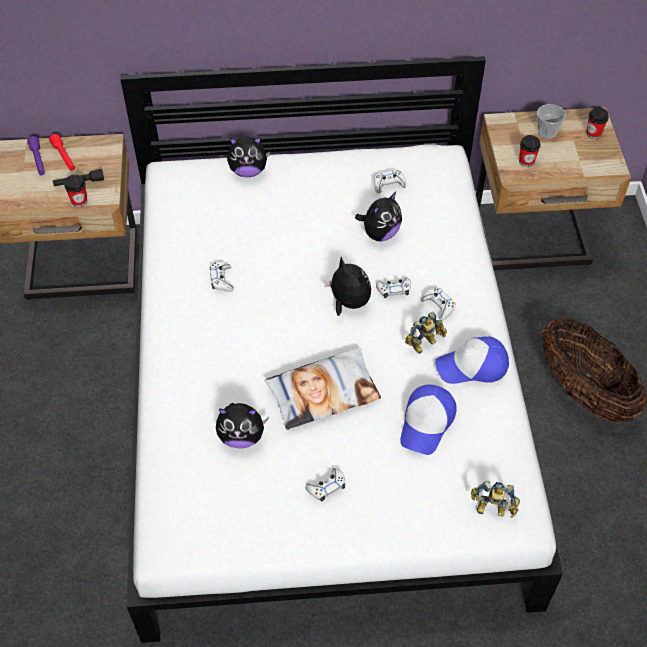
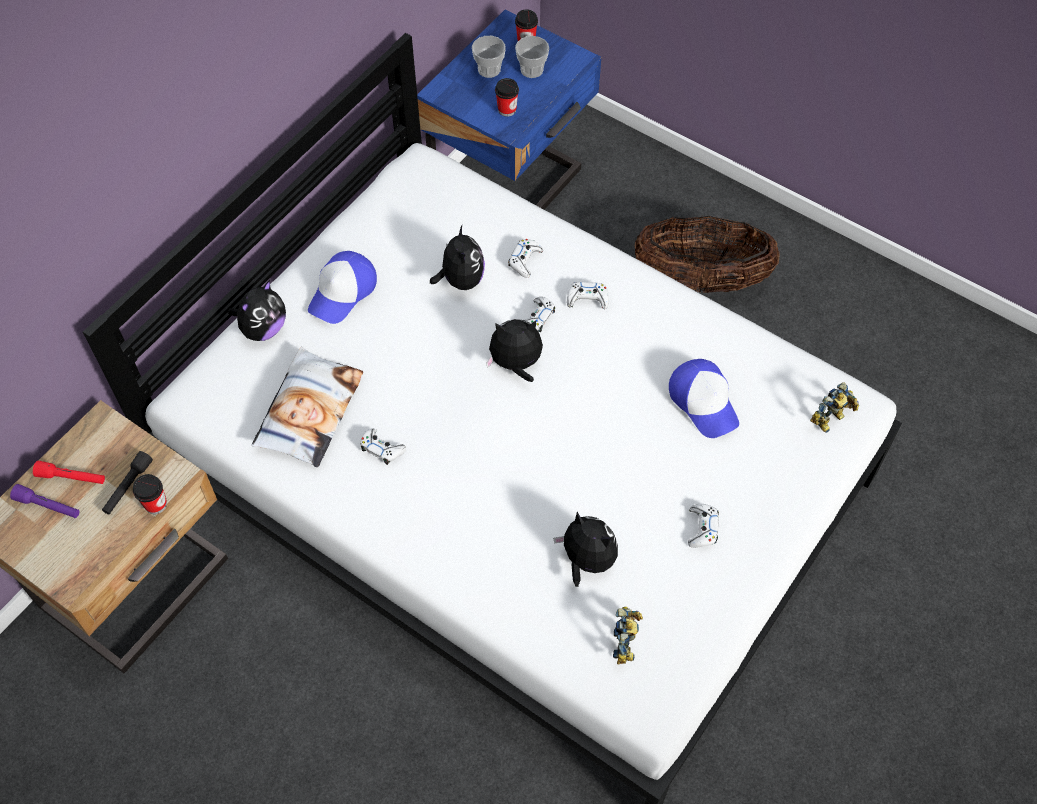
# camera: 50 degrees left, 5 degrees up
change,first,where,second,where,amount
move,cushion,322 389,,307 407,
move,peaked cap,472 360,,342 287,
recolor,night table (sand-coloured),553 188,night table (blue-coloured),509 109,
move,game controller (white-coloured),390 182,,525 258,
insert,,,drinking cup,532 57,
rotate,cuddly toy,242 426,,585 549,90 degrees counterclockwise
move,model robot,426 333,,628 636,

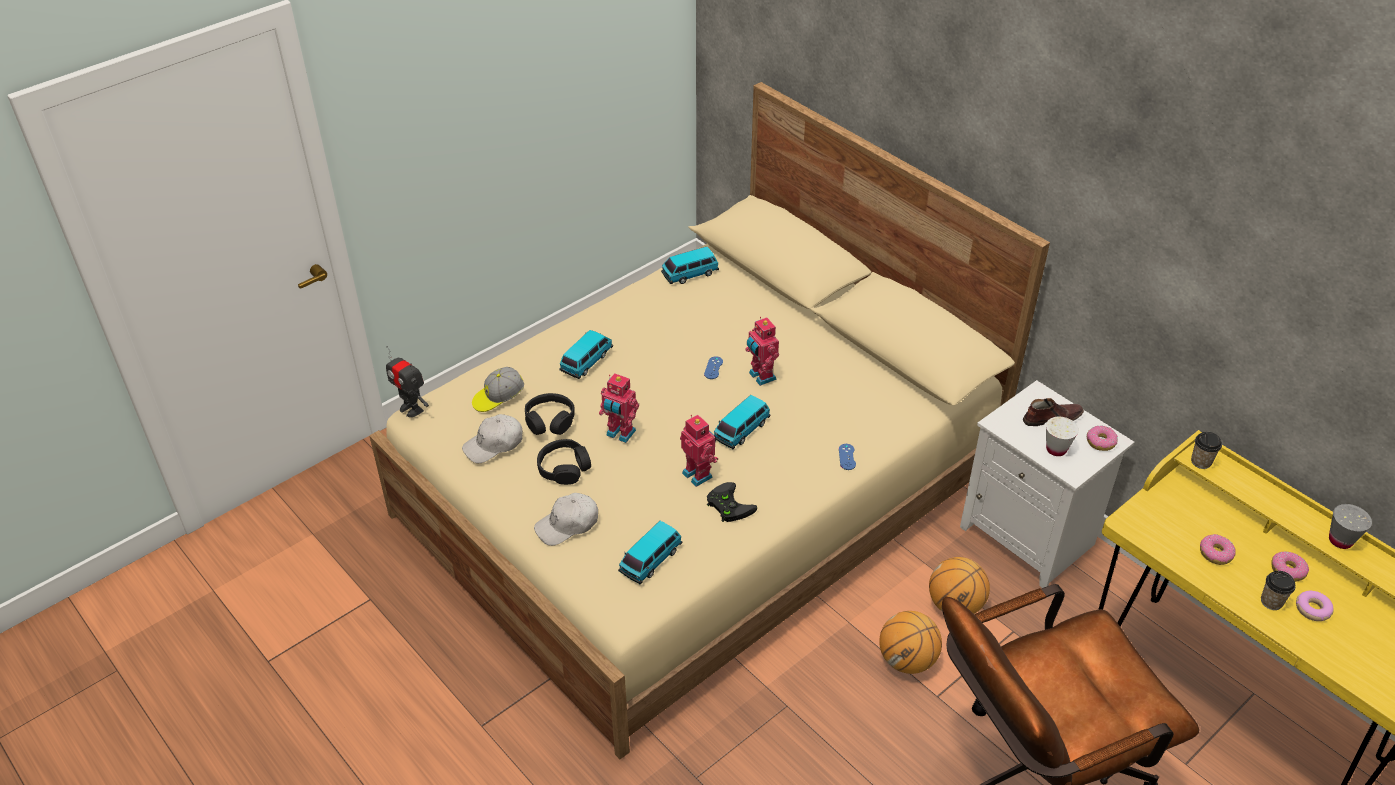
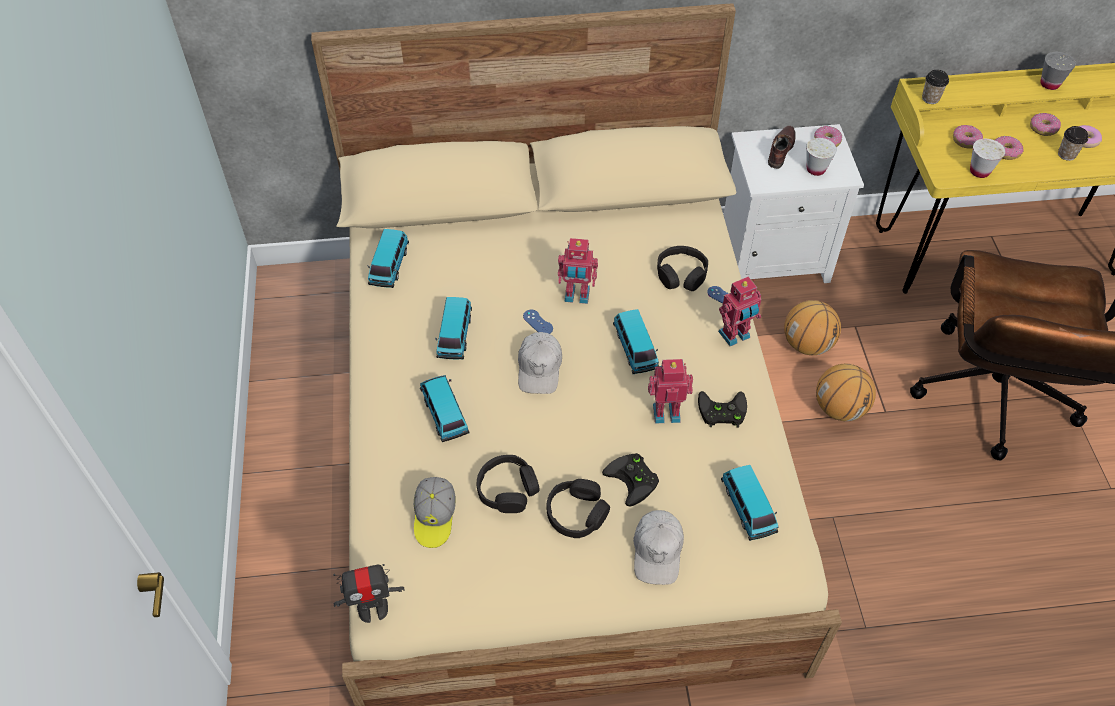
# camera: 55 degrees left, 10 degrees up
change,first,where,second,where,amount
insert,,,miniature car,453 328,
move,peaked cap (white-coloured),492 438,,540 363,
insert,,,game controller (blackish),630 479,
insert,,,pair of headphones (blackish),682 268,
move,model robot,619 408,,739 311,
insert,,,ring doughnut,968 137,
insert,,,drinking cup (white-coloured),987 158,

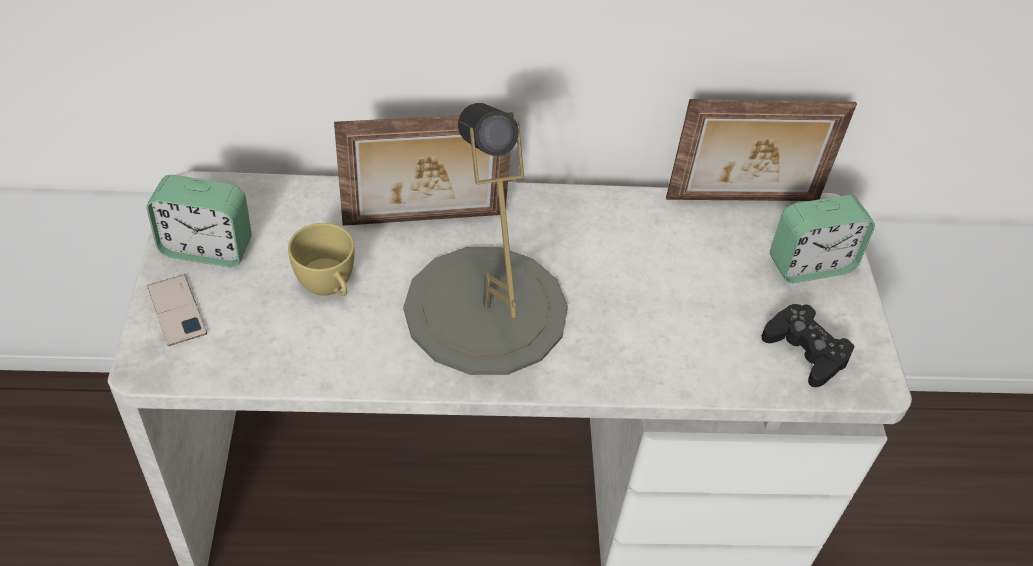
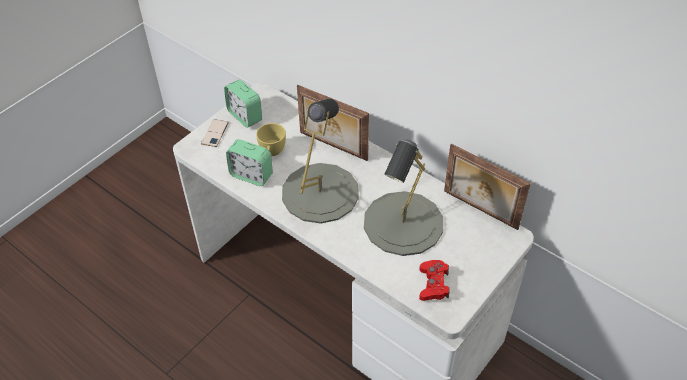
# camera: 45 degrees right, 0 degrees up
change,first,where,second,where,amount
move,table clock,822 239,,249 162,
insert,,,table lamp (greyish),403 197,
recolor,game controller (blackish),808 345,game controller (red),434 280,

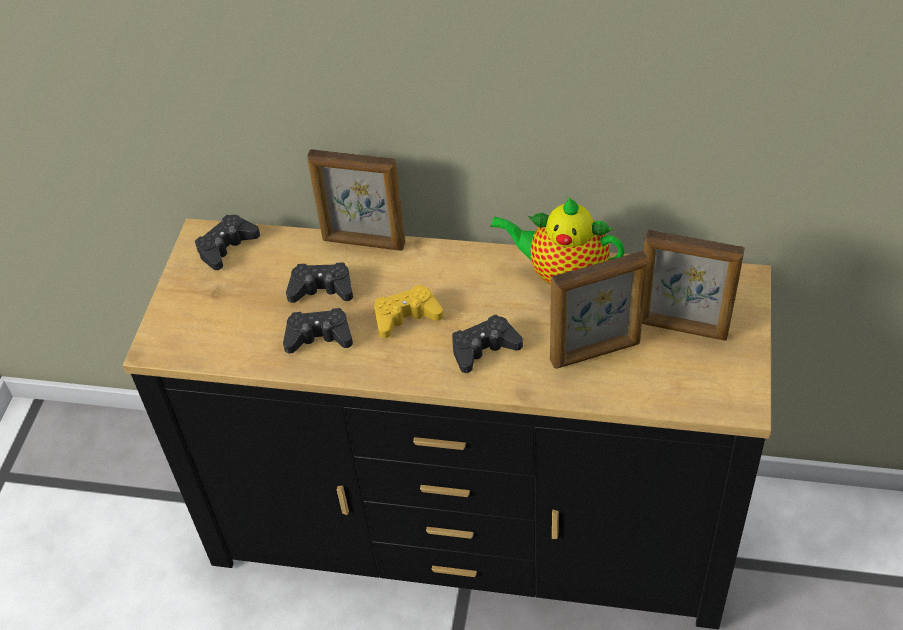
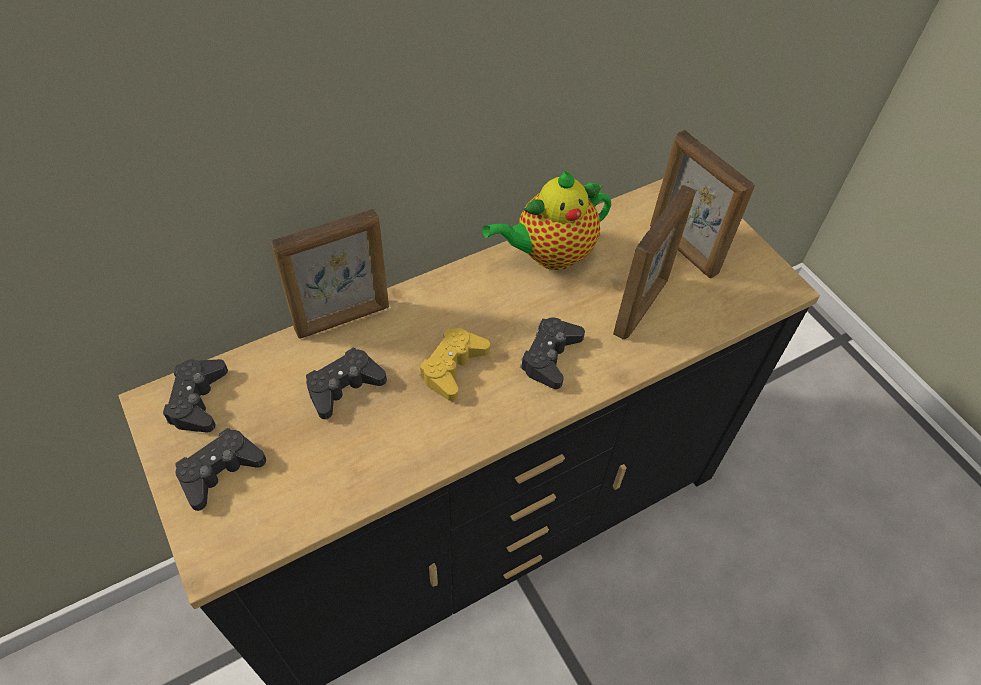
# camera: 45 degrees left, 5 degrees up
change,first,where,second,where,amount
move,game controller (blackish),318 331,,220 469,
rotate,photo frame,693 285,,702 204,75 degrees clockwise

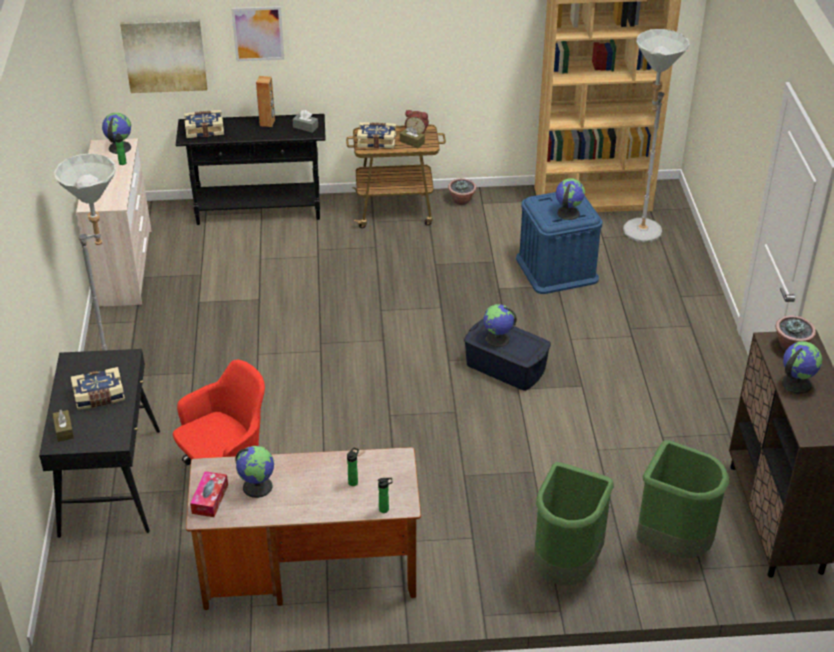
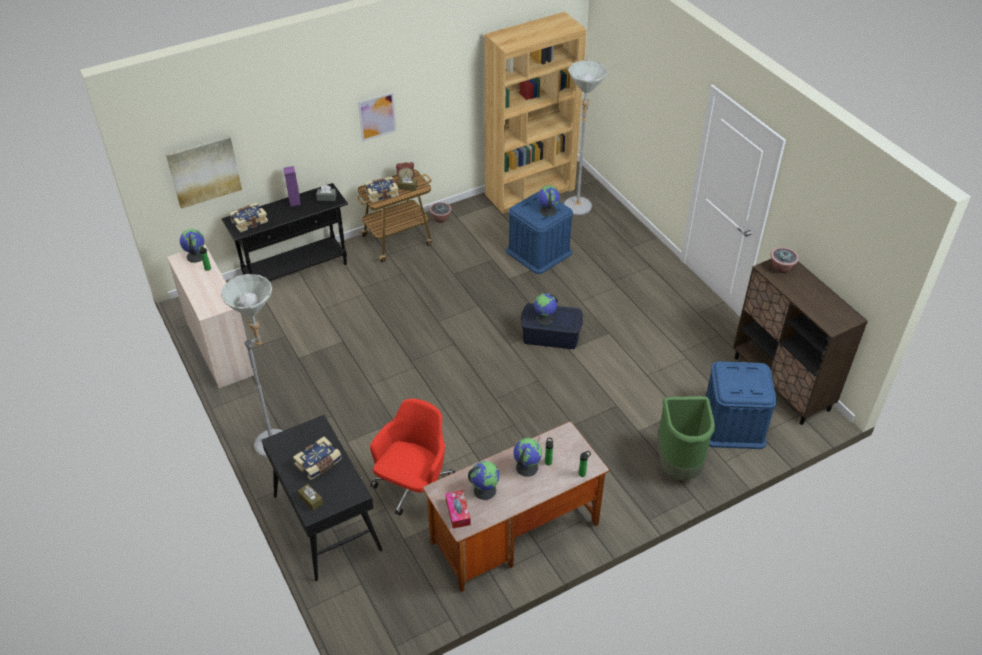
# camera: 25 degrees left, 5 degrees up
change,first,where,second,where,amount
recolor,audio speaker (brown),265 101,audio speaker (purple-coloured),292 186,
move,wall art,257 33,,377 117,
move,desk globe,802 367,,527 457,
replace,waste bin (greenish),683 499,storage bin (blue-coloured),741 405,

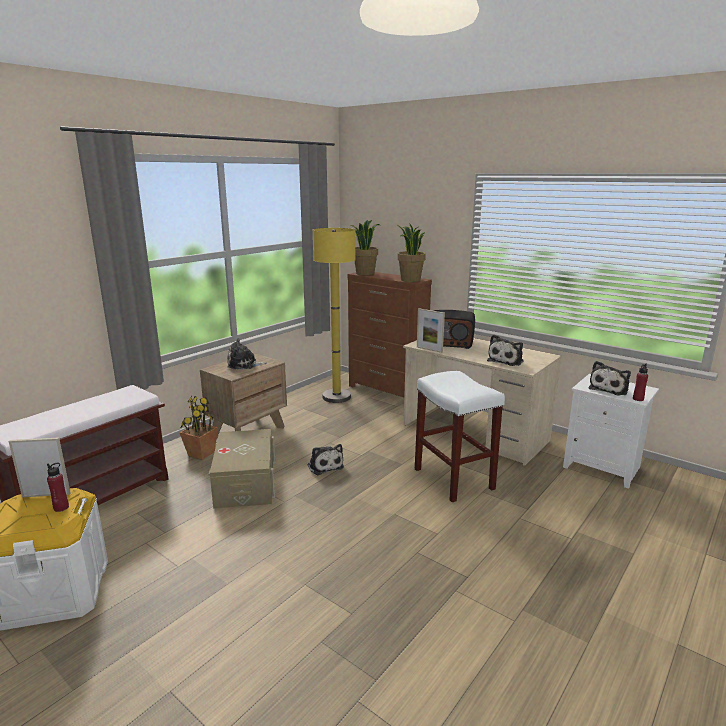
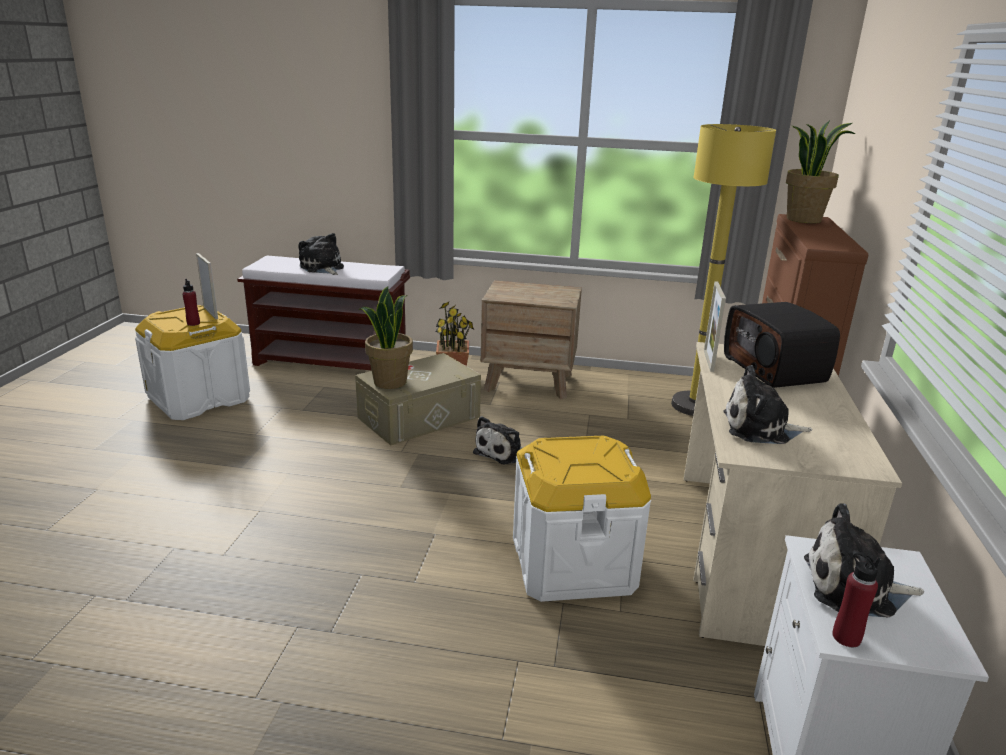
# camera: 60 degrees right, 5 degrees up
change,first,where,second,where,amount
move,cuddly toy,247 353,,321 254,
move,potted plant,411 252,,386 337,
replace,stool seat (white-coloured),460 436,storage bin (white-coloured),582 519,

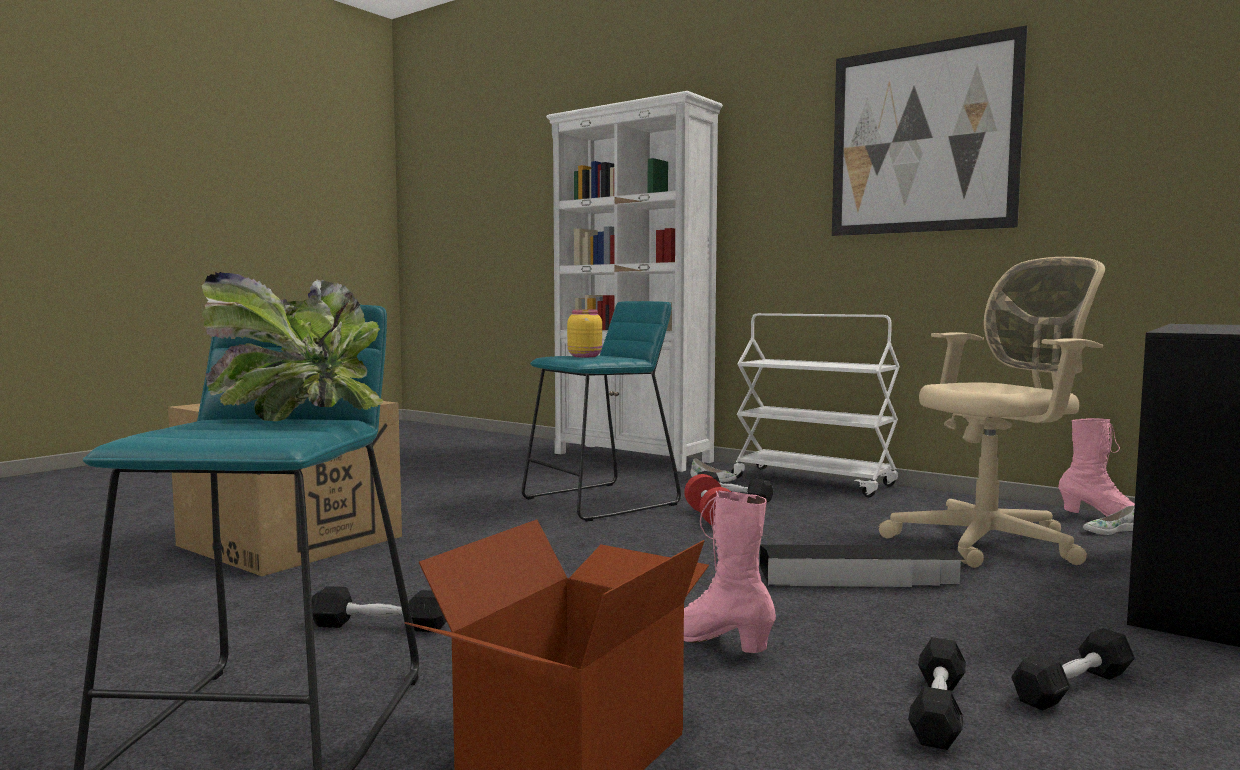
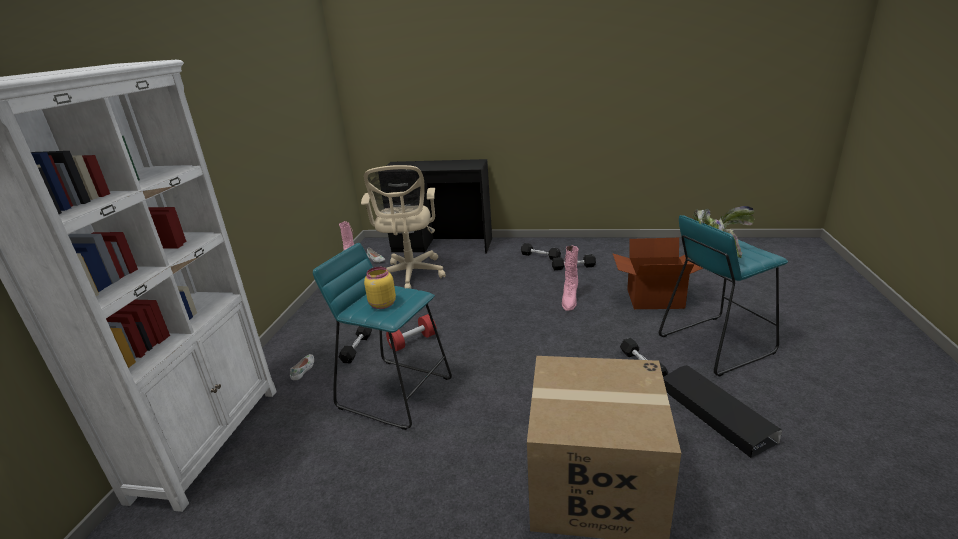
# camera: 115 degrees left, 20 degrees up
change,first,where,second,where,amount
rotate,office chair (sand-coloured),992 412,,403 227,135 degrees counterclockwise
move,storage bin (blackish),862 566,,722 411,
delete,cart (white-coloured),815 405,,,
delete,wall art,929 130,,,

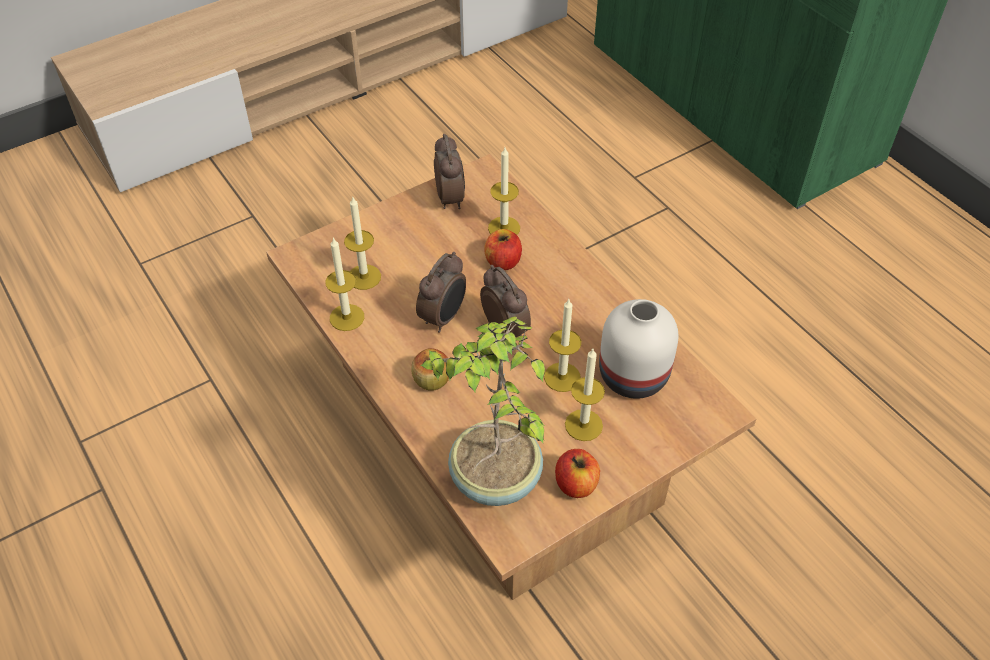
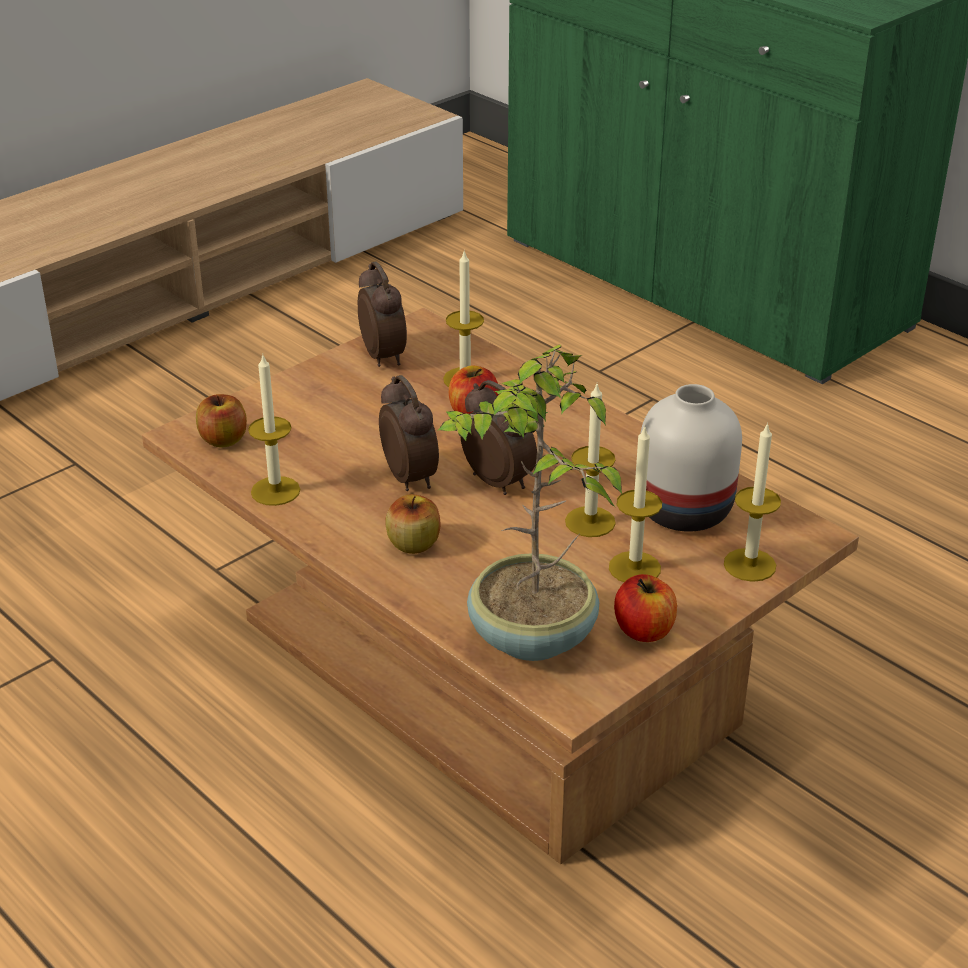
# camera: 10 degrees left, 15 degrees down
change,first,where,second,where,amount
insert,,,whole apple,221 420,
rotate,table clock,441 292,,409 433,45 degrees counterclockwise
move,candle,362 243,,752 502,

